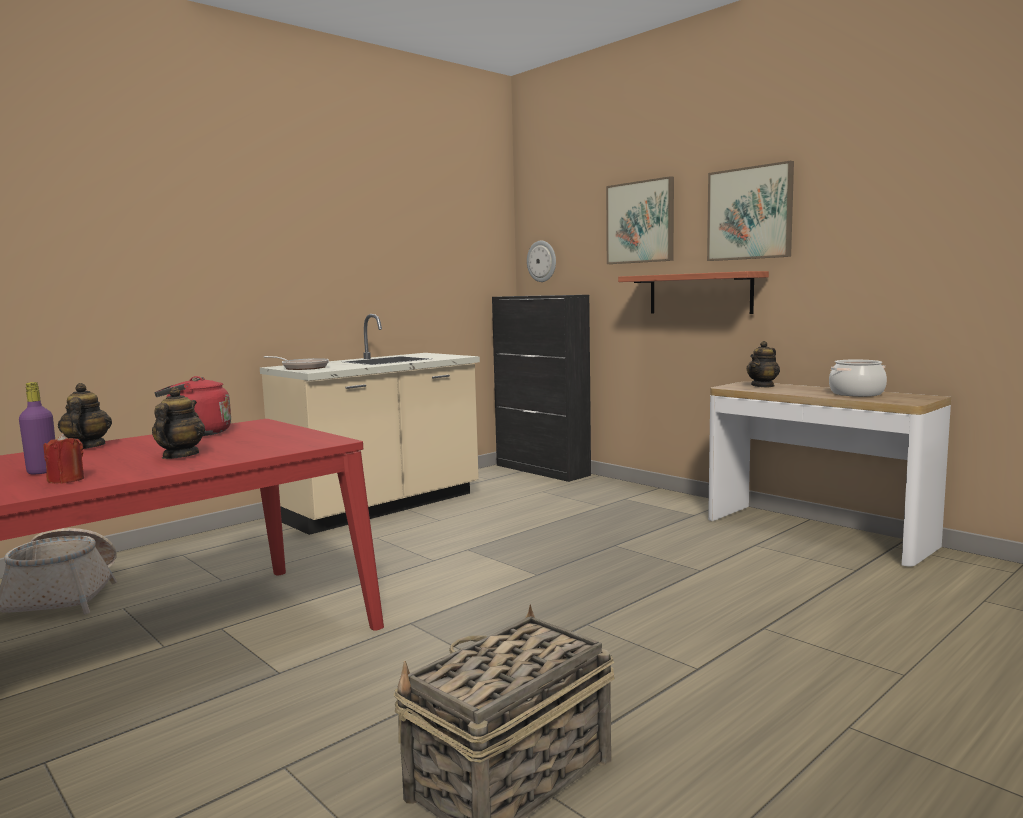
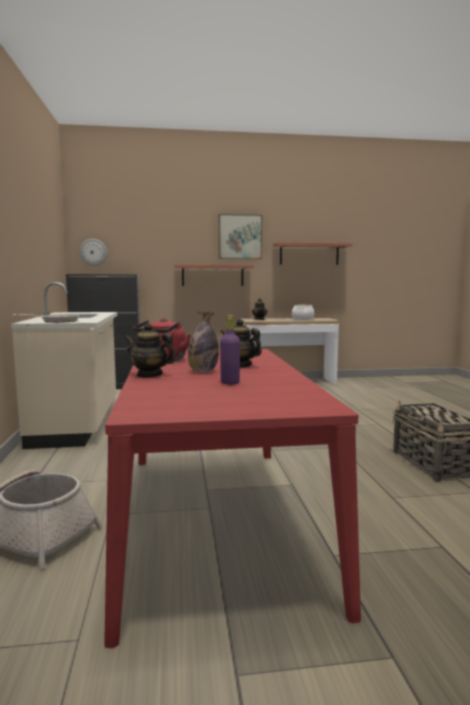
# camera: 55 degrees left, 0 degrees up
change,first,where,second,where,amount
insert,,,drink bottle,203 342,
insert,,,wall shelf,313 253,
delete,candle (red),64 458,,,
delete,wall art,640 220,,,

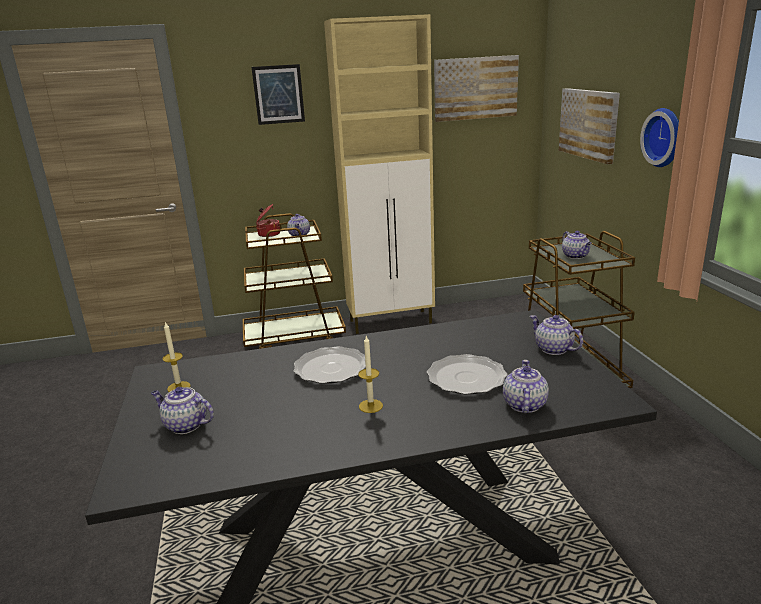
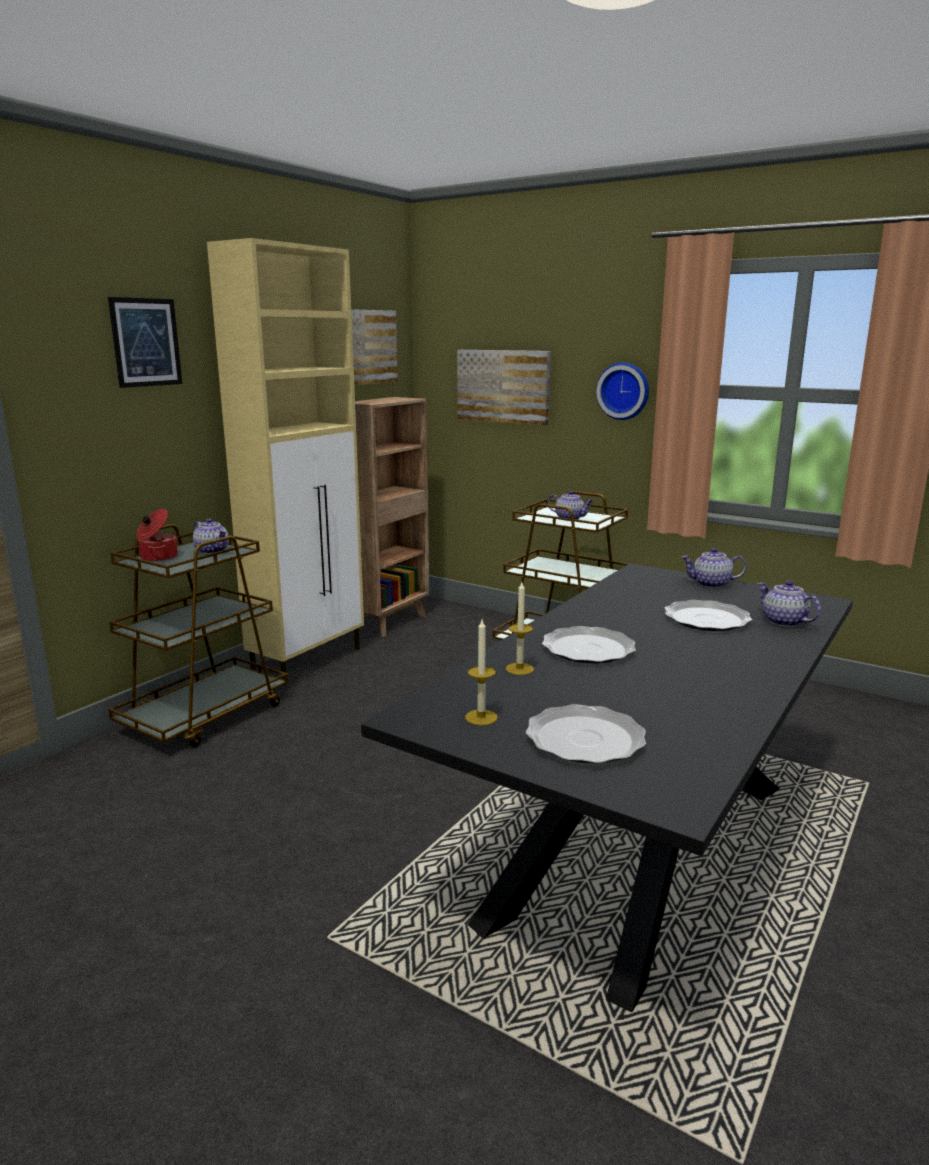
# camera: 45 degrees left, 5 degrees down
change,first,where,second,where,amount
insert,,,bookshelf (brown),392 517,
move,candle,370 374,,520 628,
replace,teapot,182 410,plate,585 734,

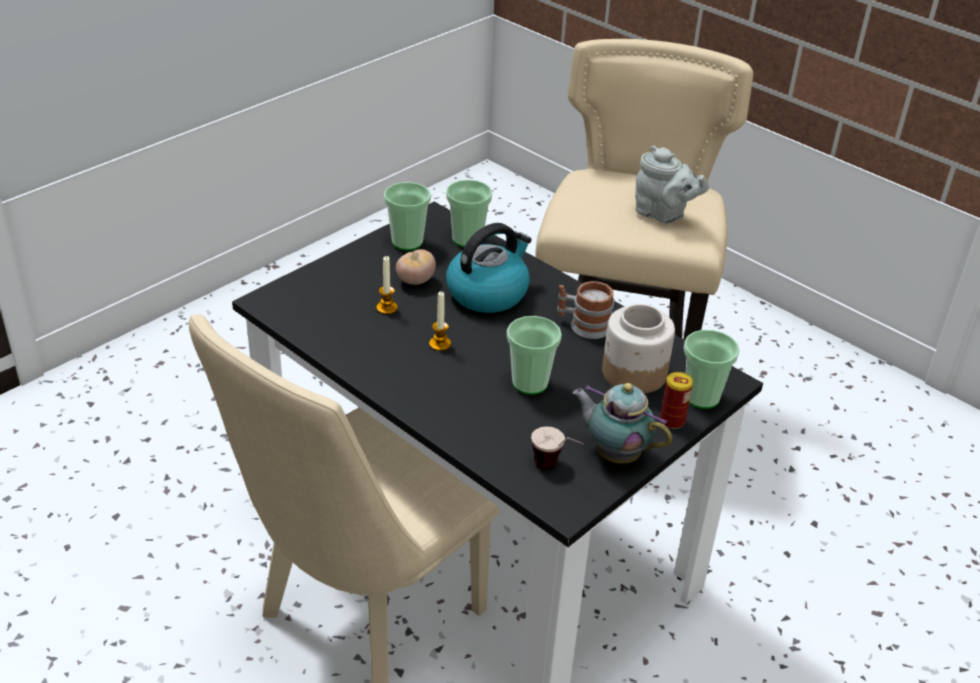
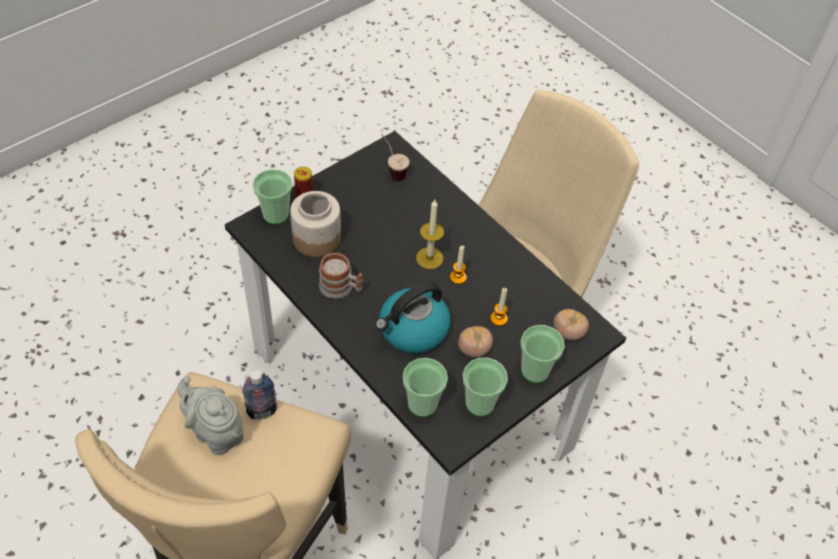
# camera: 175 degrees left, 15 degrees up
change,first,where,second,where,amount
insert,,,drink bottle,259 395,
insert,,,candle,430 234,
move,drinking cup,534 355,,542 354,
insert,,,whole tomato,571 324,
delete,teapot,622 423,,,

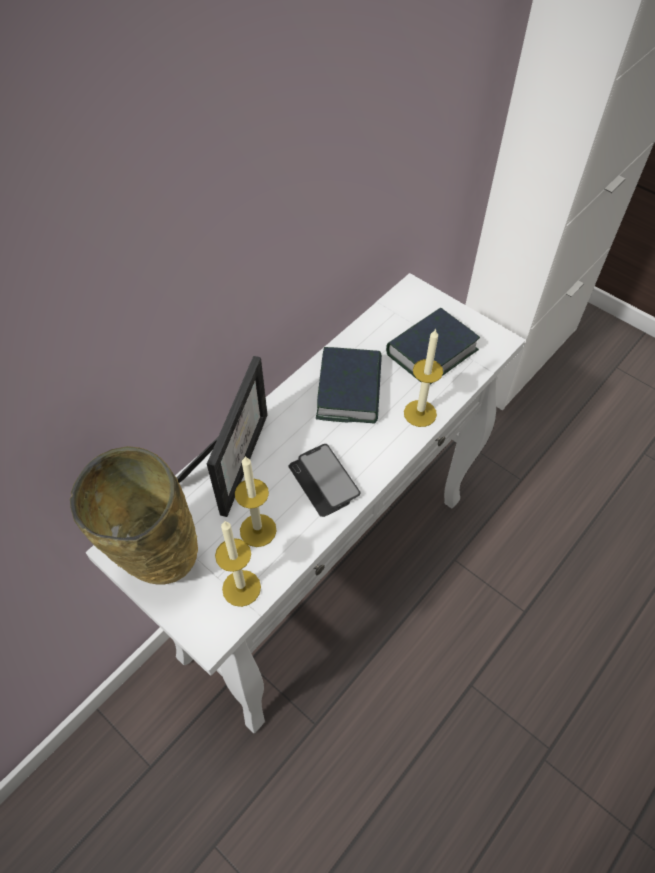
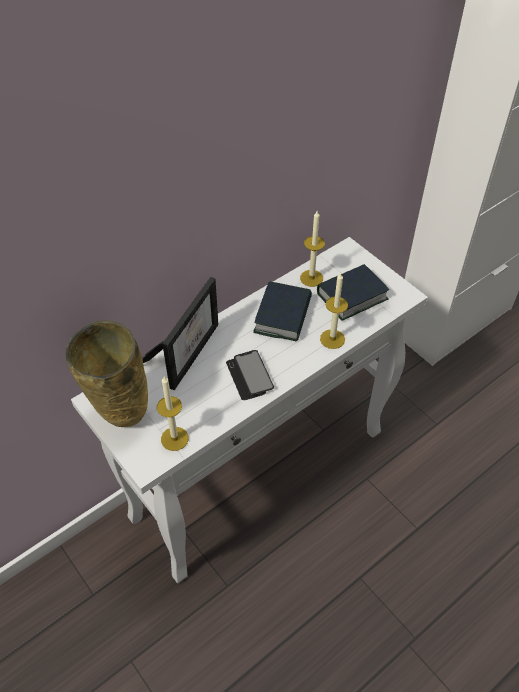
# camera: 10 degrees right, 5 degrees down
change,first,where,second,where,amount
move,candle,255 501,,312 249,

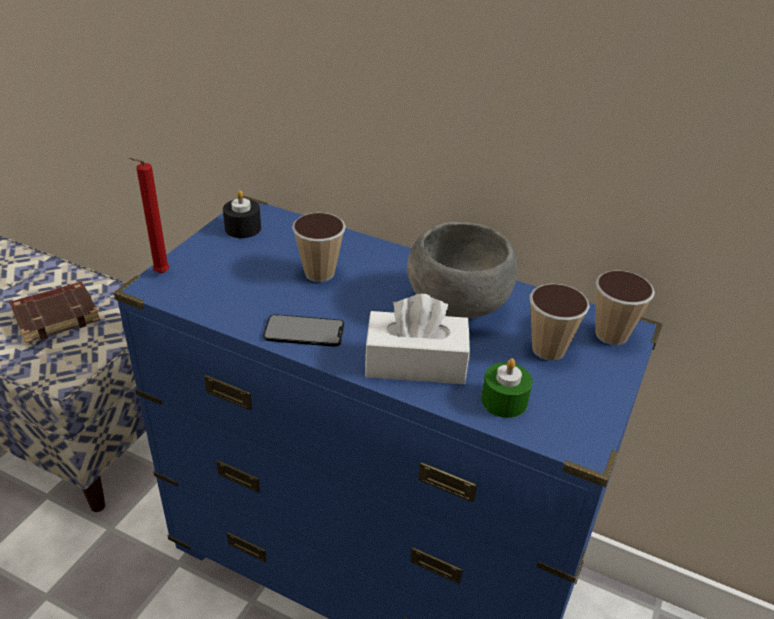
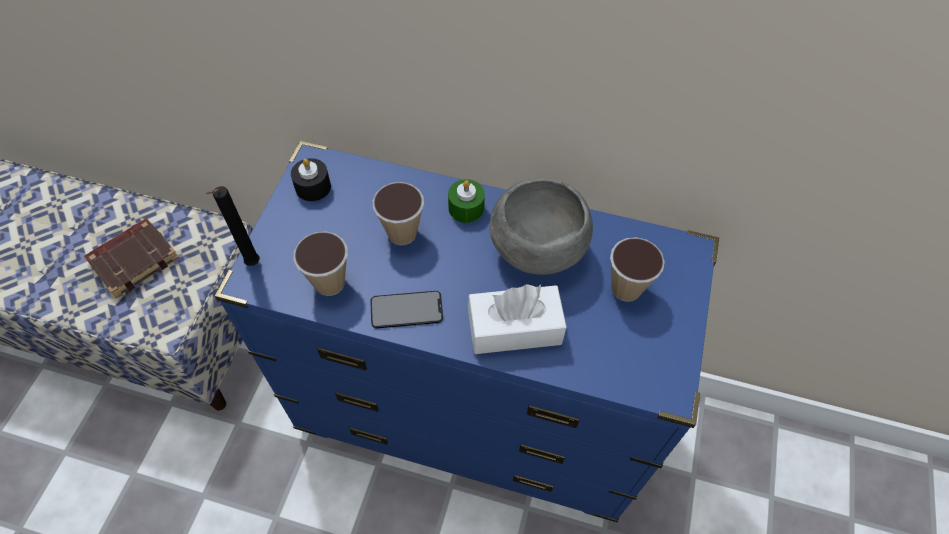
# camera: 10 degrees left, 20 degrees up
change,first,where,second,where,amount
recolor,candle (red),149 215,candle (blackish),233 226,
move,drinking cup,625 307,,321 263,
move,candle (greenish),507 388,,466 201,

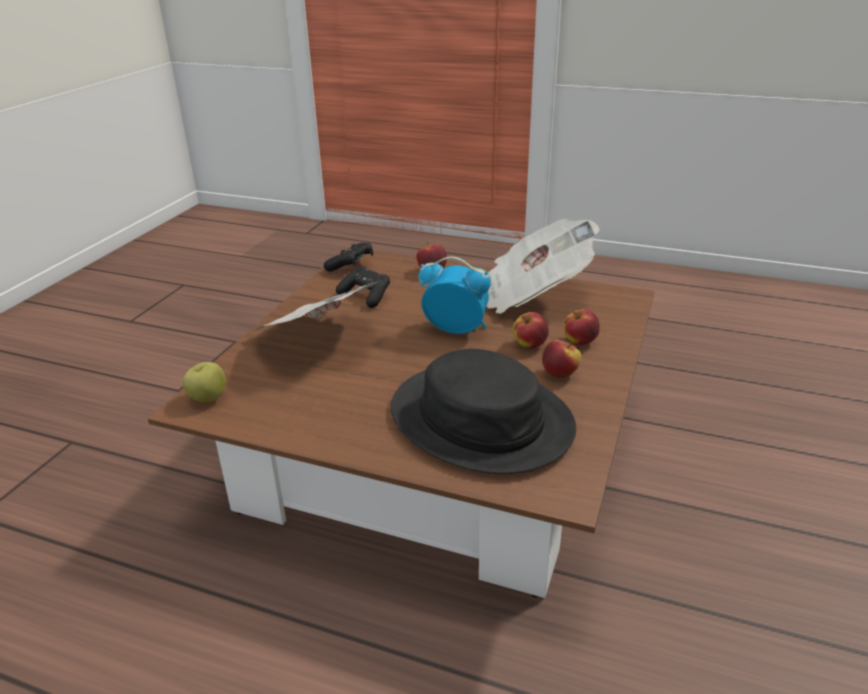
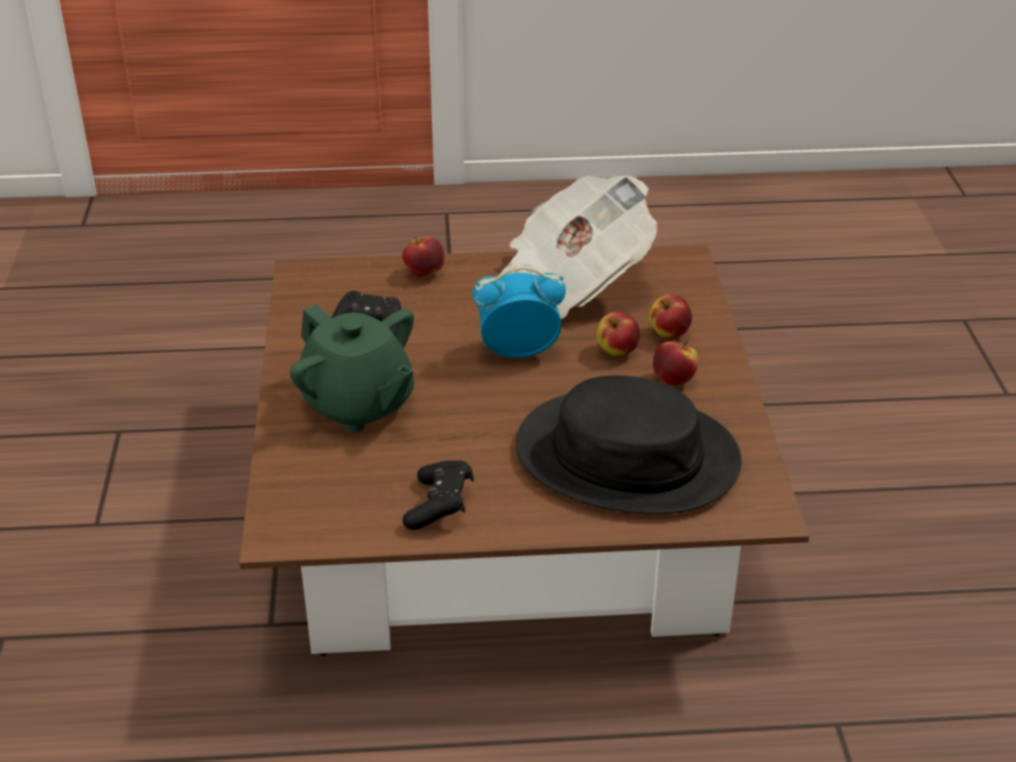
# camera: 25 degrees left, 5 degrees up
change,first,where,second,where,amount
replace,newspaper,316 306,teapot (greenish),352 368,
move,game controller (blackish),348 257,,438 495,
delete,whole apple,204 382,,,

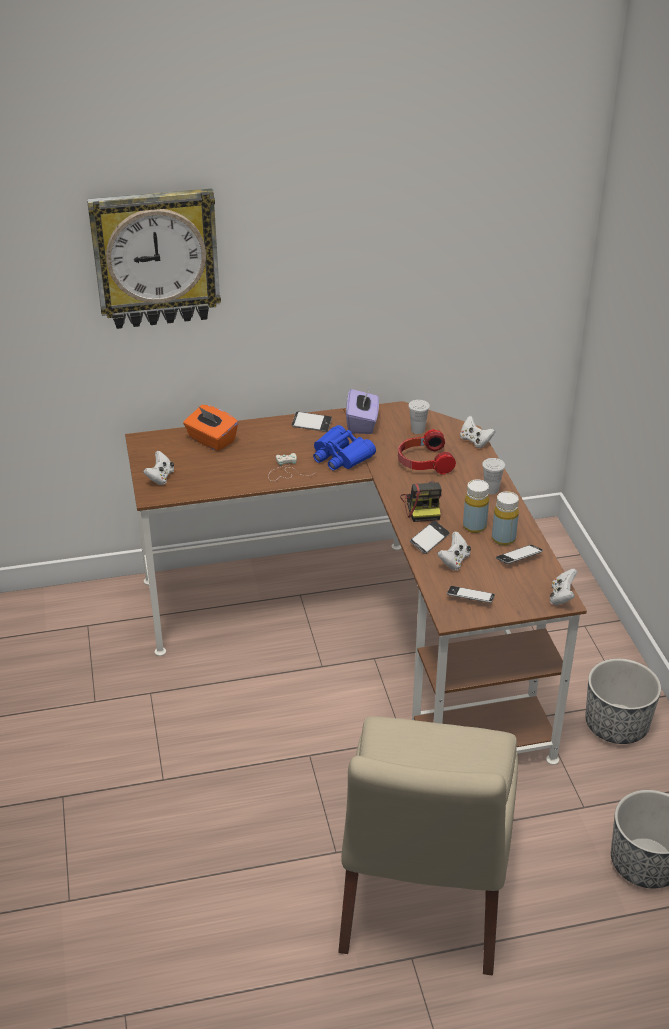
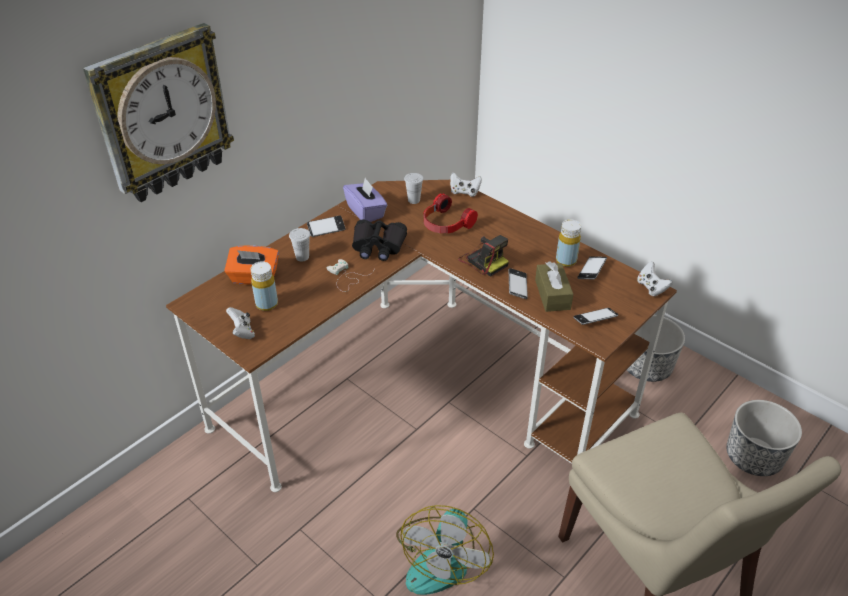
# camera: 35 degrees left, 5 degrees up
change,first,where,second,where,amount
move,drink bottle (yellow-coloured),476 506,,264 286,
move,drinking cup (white-coloured),493 476,,299 245,
recolor,pair of binoculars (blue-coloured),344 447,pair of binoculars (blackish),379 240,
insert,,,cooling fan,445 550,
replace,game controller (white-coloured),454 550,box of tissues (brown),554 287,

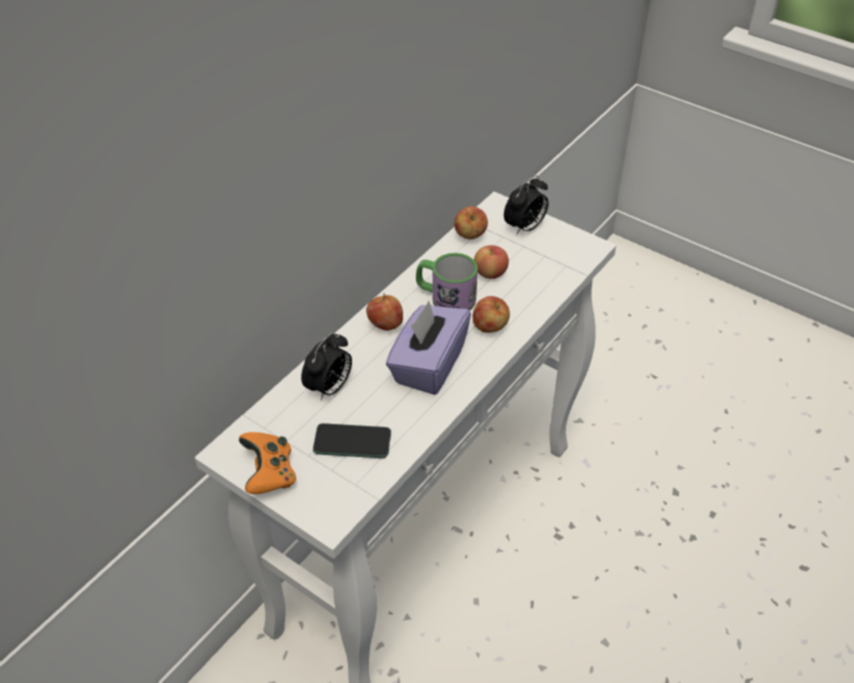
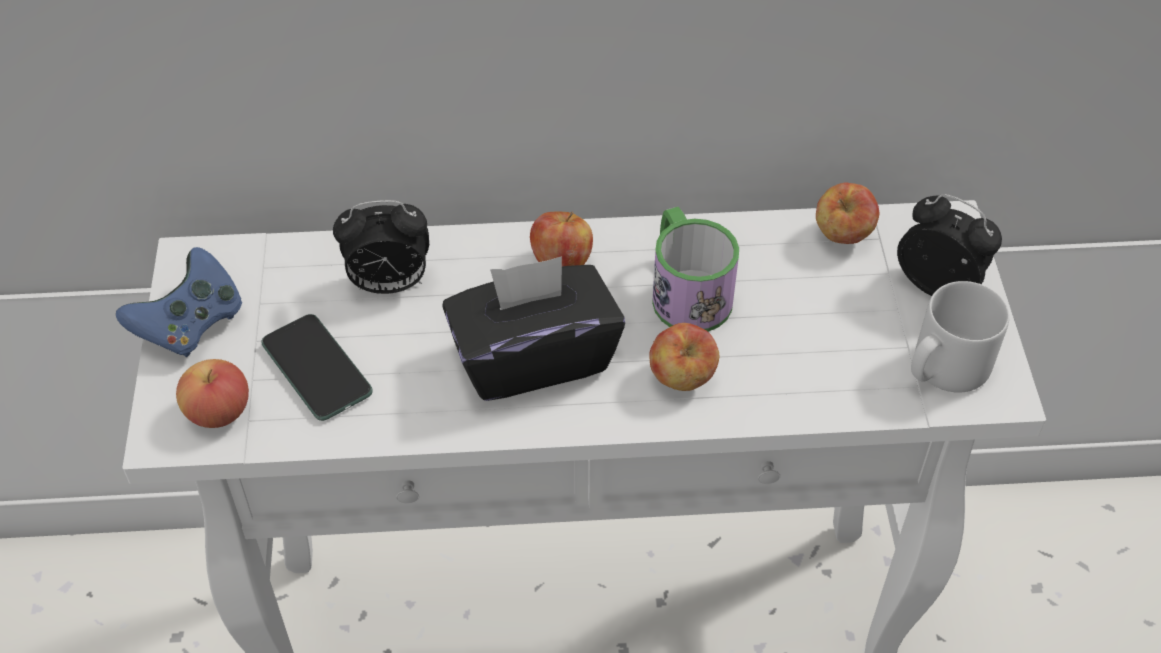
# camera: 50 degrees right, 5 degrees up
change,first,where,second,where,amount
recolor,game controller (orange-coloured),267 463,game controller (blue-coloured),179 302,
move,whole apple,491 262,,212 393,
recolor,box of tissues (purple-coloured),428 348,box of tissues (blackish),533 328,
rotate,table clock,526 205,,949 245,150 degrees counterclockwise
insert,,,mug (greyish),960 337,

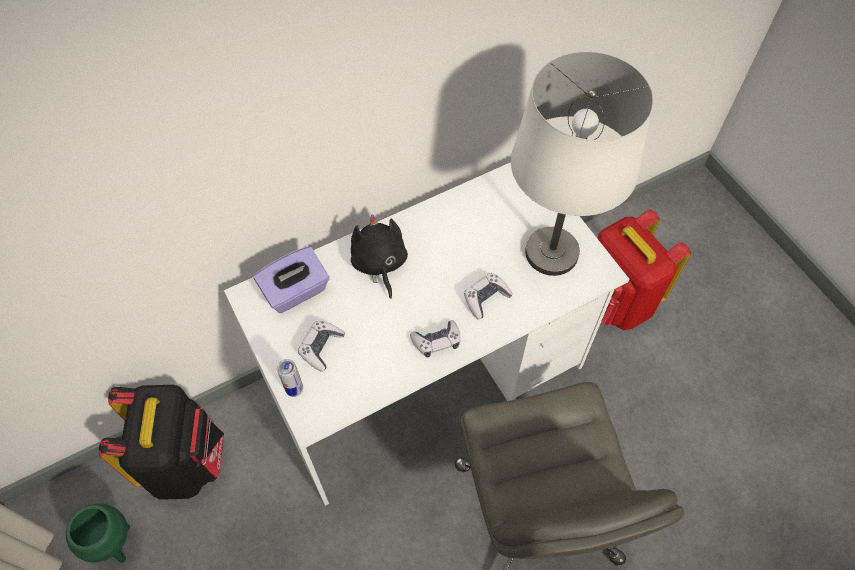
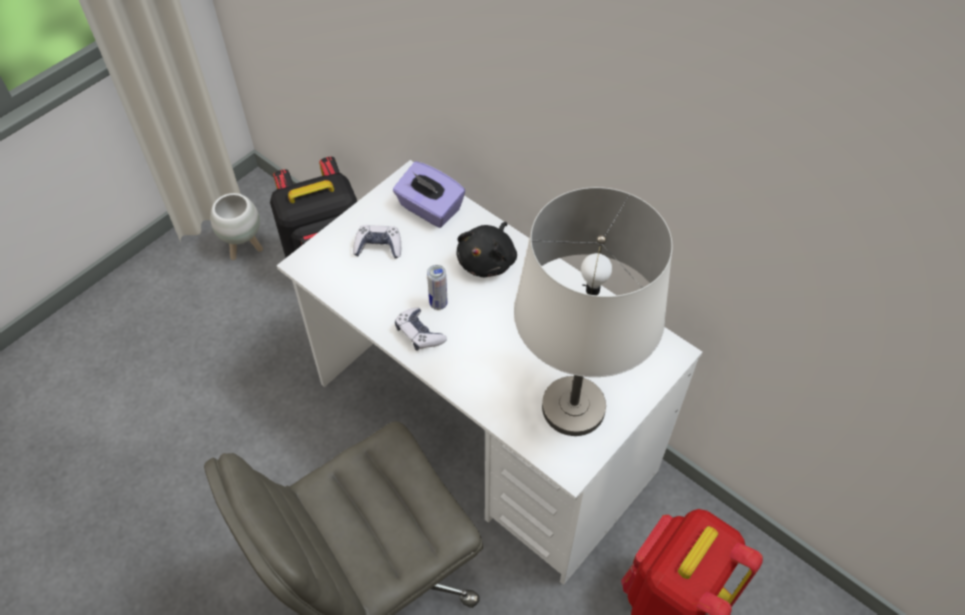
# camera: 70 degrees right, 5 degrees down
change,first,where,second,where,amount
recolor,plant pot (greenish),98 533,plant pot (white-coloured),236 226,
move,metal can,290 378,,437 287,
rotate,cuddly toy (blackish),379 256,,486 249,150 degrees clockwise
delete,game controller,488 296,,,

